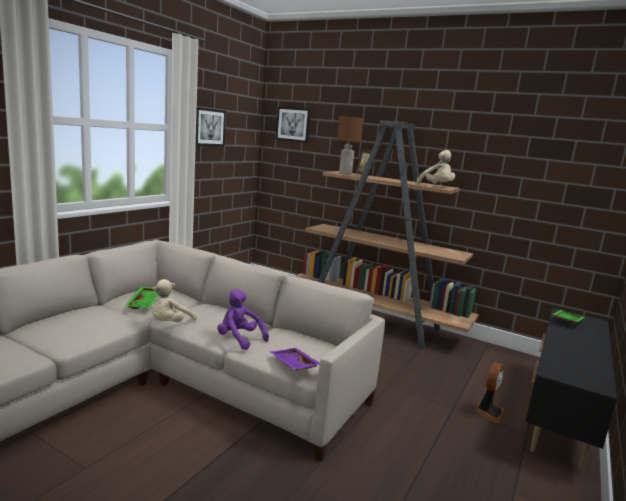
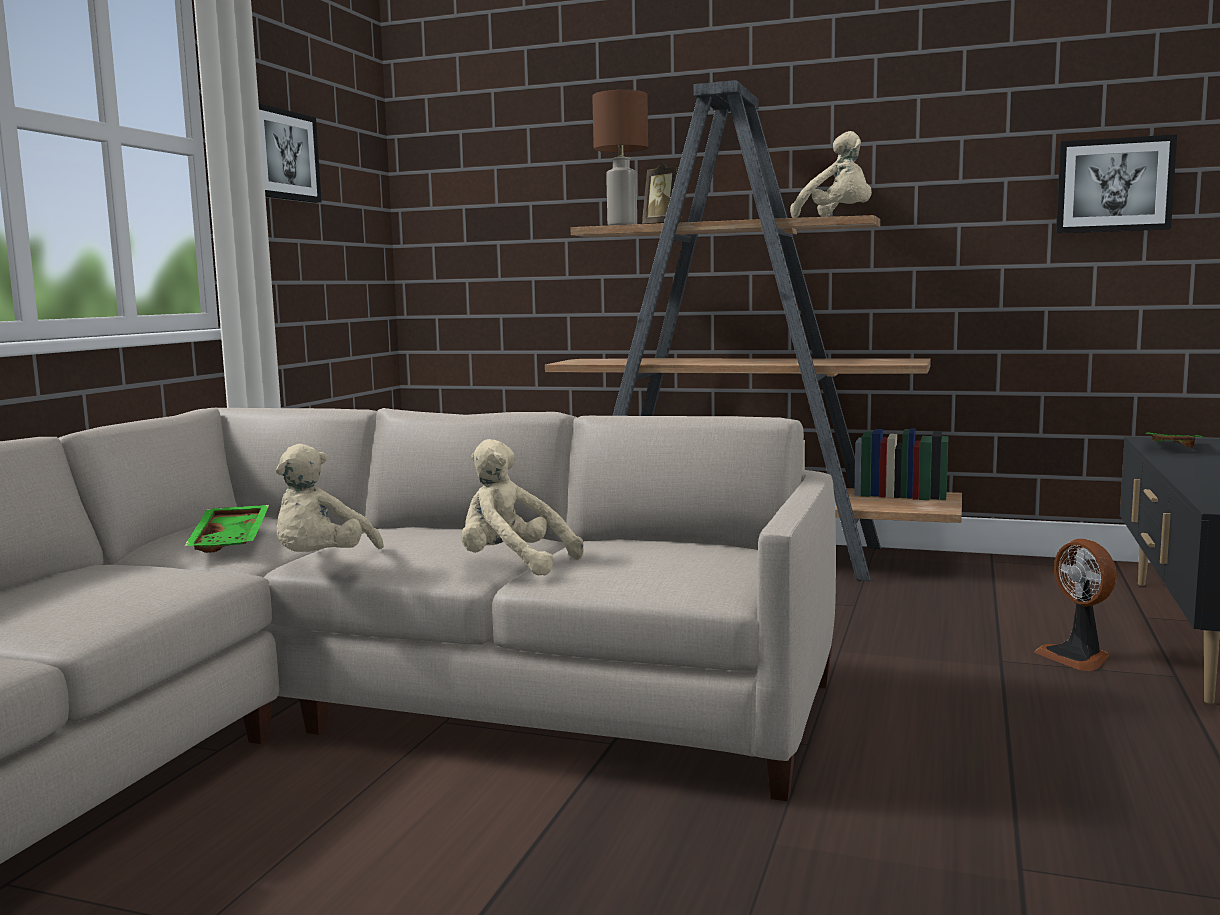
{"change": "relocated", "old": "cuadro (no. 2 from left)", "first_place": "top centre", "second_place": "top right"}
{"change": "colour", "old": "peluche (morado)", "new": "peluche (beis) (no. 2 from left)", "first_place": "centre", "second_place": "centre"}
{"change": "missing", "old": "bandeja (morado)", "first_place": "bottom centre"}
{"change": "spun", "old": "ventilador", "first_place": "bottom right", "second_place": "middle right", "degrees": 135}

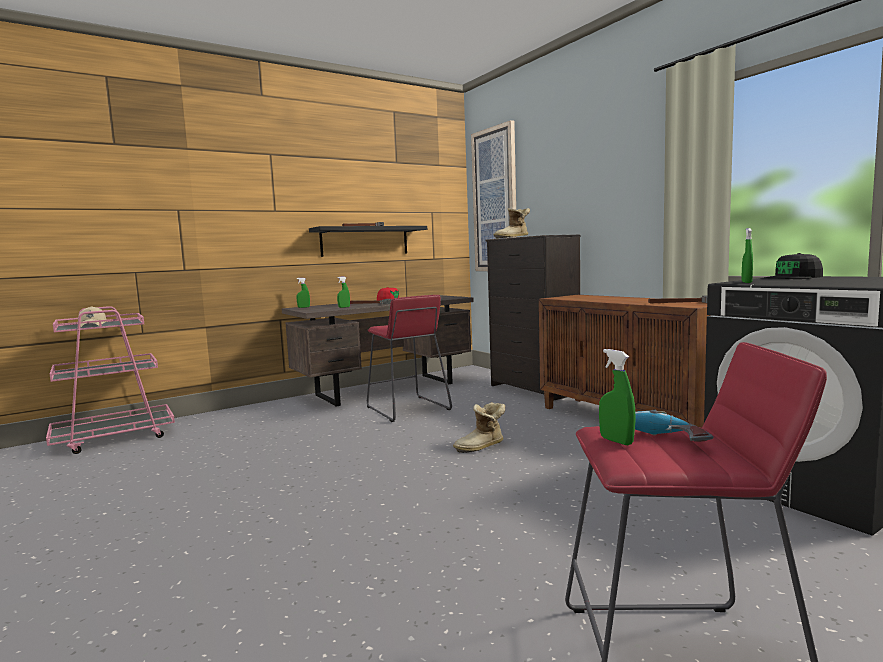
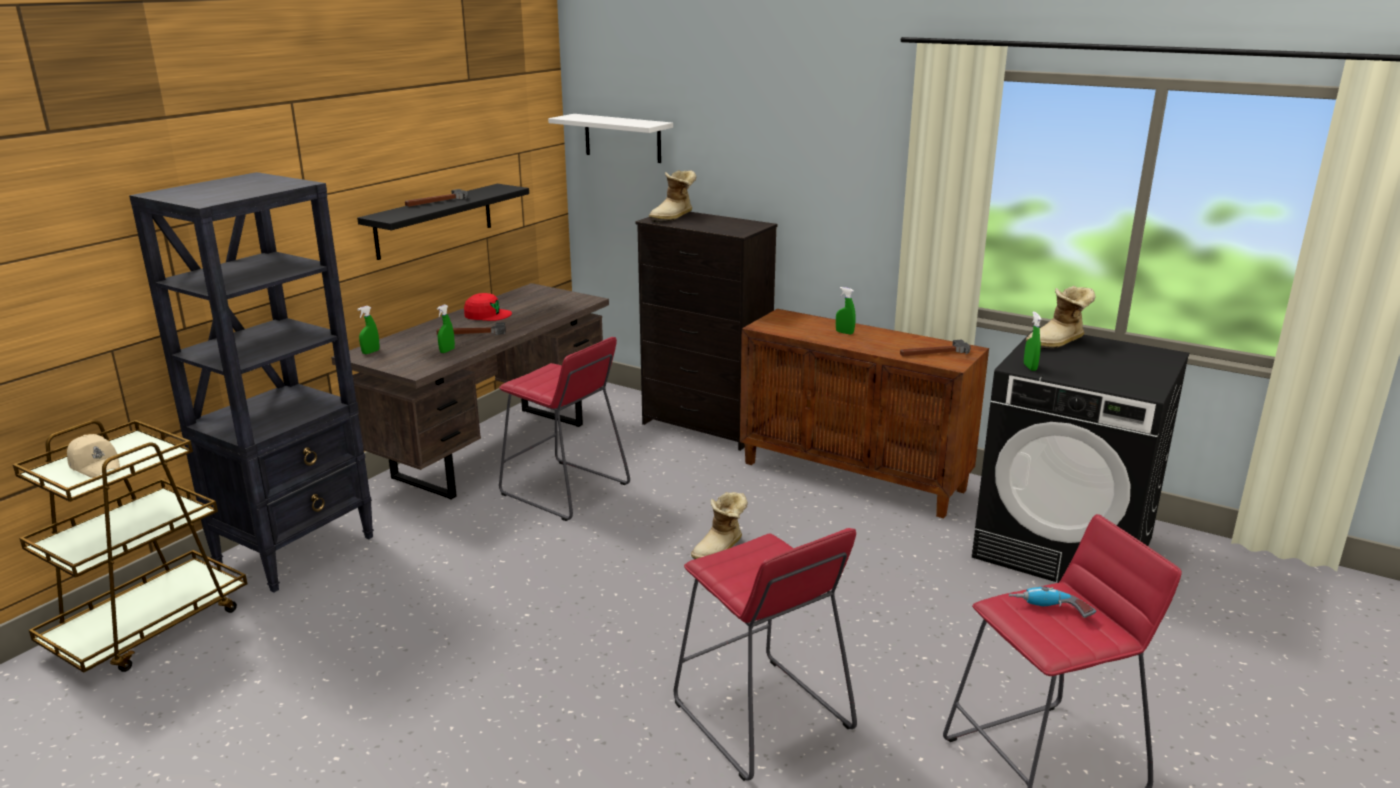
{"change": "exchanged", "old": "cuadro", "new": "estante (blanco)", "first_place": "top centre", "second_place": "top centre"}
{"change": "exchanged", "old": "gorra (negro)", "new": "bota (no. 3 from left)", "first_place": "middle right", "second_place": "middle right"}
{"change": "colour", "old": "carrito (rosa)", "new": "carrito (marrón)", "first_place": "middle left", "second_place": "bottom left"}
{"change": "relocated", "old": "pulverizador (verde) (no. 3 from left)", "first_place": "middle right", "second_place": "centre"}
{"change": "appeared", "new": "estantería (negro)", "second_place": "middle left"}
{"change": "appeared", "new": "taburete (rojo) (no. 2 from left)", "second_place": "bottom centre"}

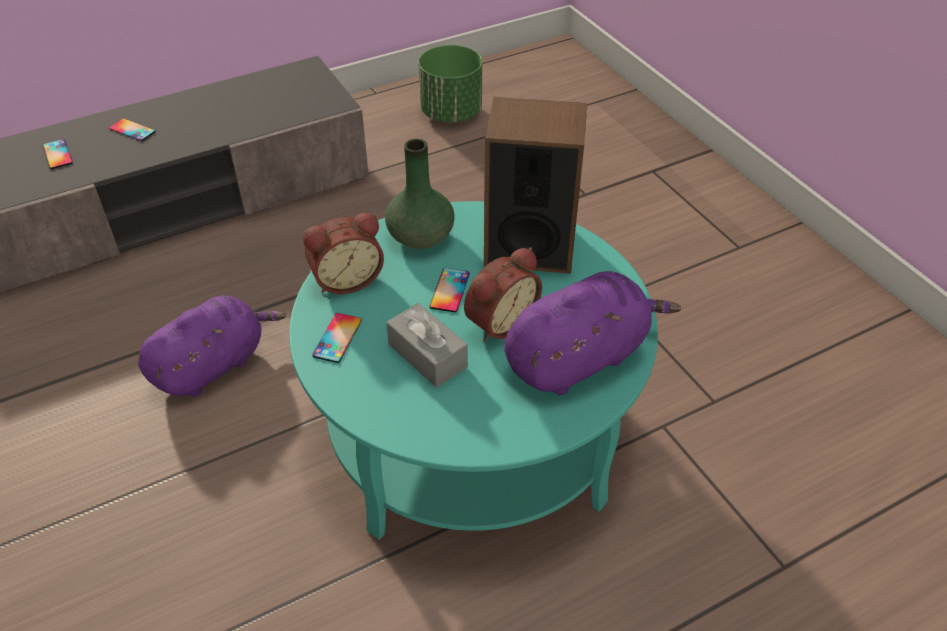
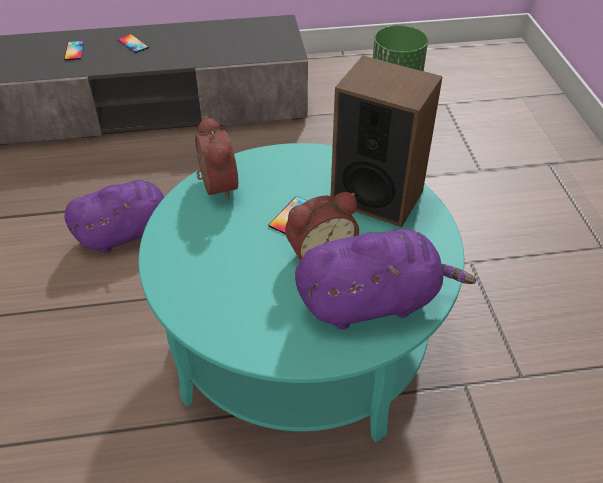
{"change": "missing", "old": "florero (verde)", "first_place": "top centre"}
{"change": "spun", "old": "despertador (no. 1 from left)", "first_place": "centre", "second_place": "top centre", "degrees": -105}
{"change": "missing", "old": "caja de pañuelos (gris)", "first_place": "centre"}
{"change": "missing", "old": "móvil (no. 3 from left)", "first_place": "centre"}

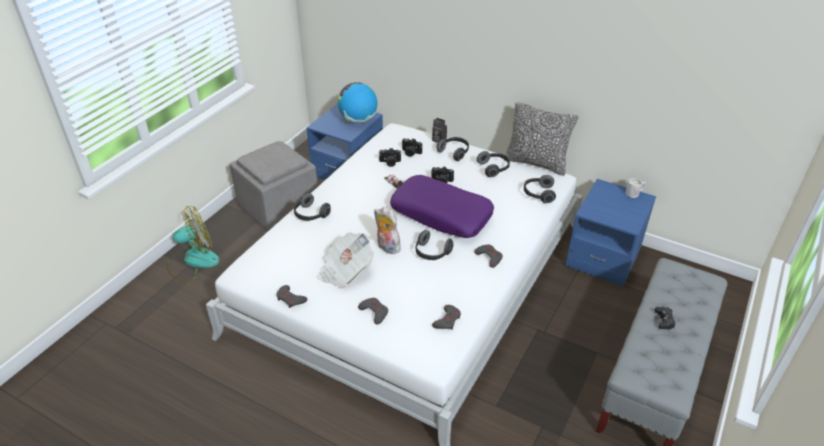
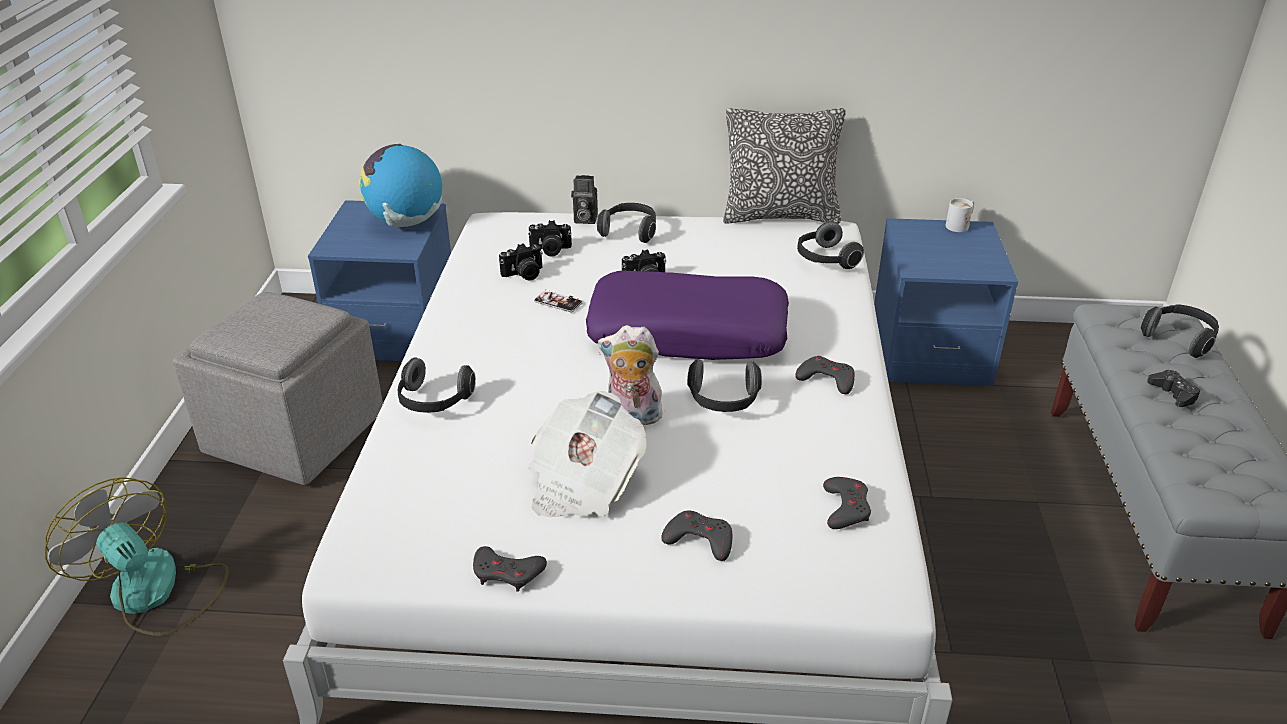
{"change": "relocated", "old": "auriculares (no. 4 from left in the first image)", "new": "auriculares (no. 5 from left)", "first_place": "centre", "second_place": "middle right"}
{"change": "spun", "old": "ventilador", "first_place": "middle left", "second_place": "bottom left", "degrees": -90}

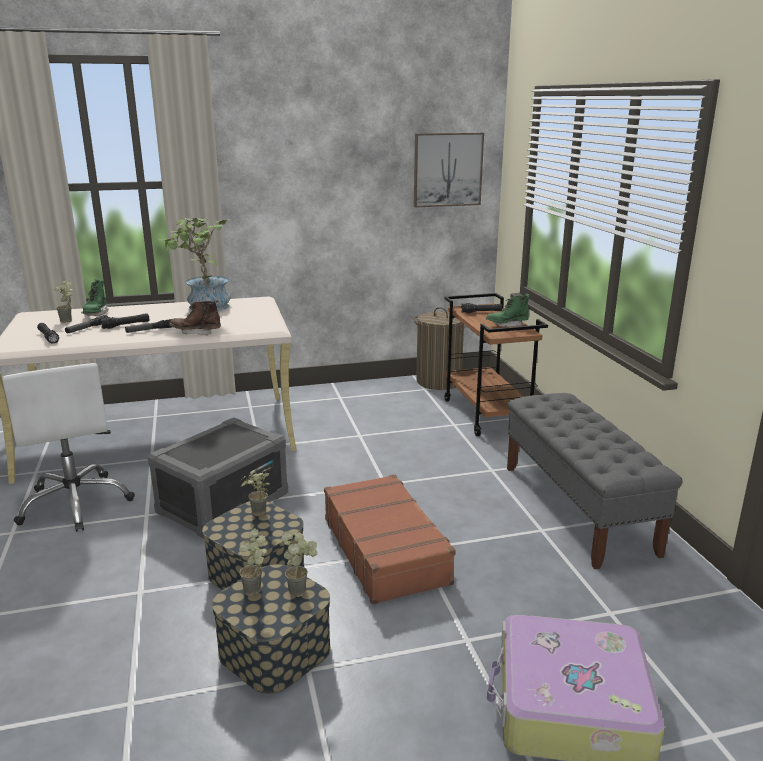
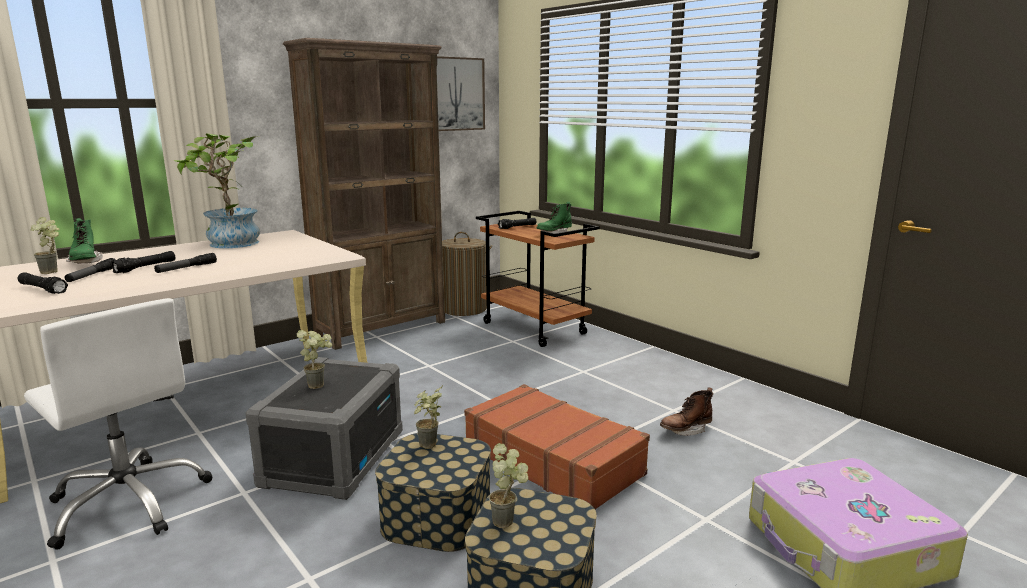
{"change": "relocated", "old": "bota (marrón)", "first_place": "middle left", "second_place": "bottom right"}
{"change": "missing", "old": "banco (gris)", "first_place": "middle right"}
{"change": "relocated", "old": "planta en maceta (no. 5 from left in the first image)", "new": "planta en maceta (no. 3 from left)", "first_place": "bottom centre", "second_place": "middle left"}
{"change": "appeared", "new": "estantería (marrón)", "second_place": "top centre"}

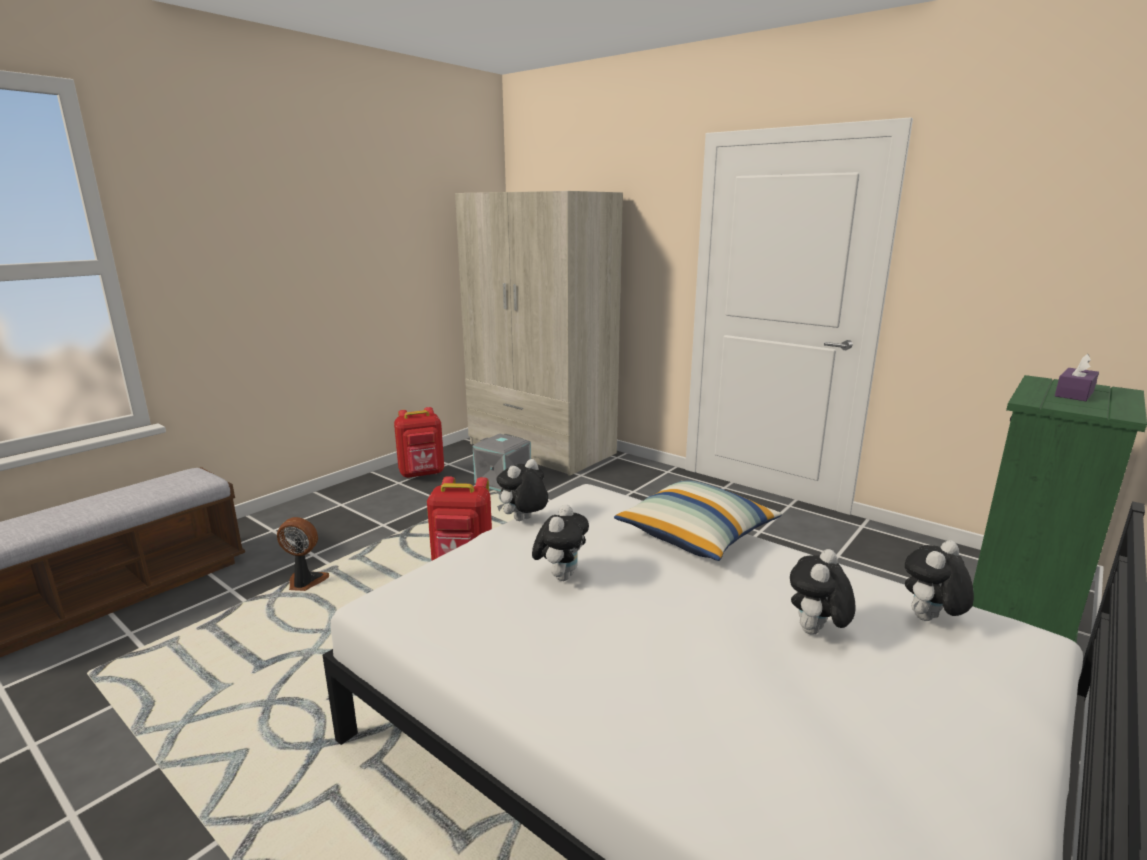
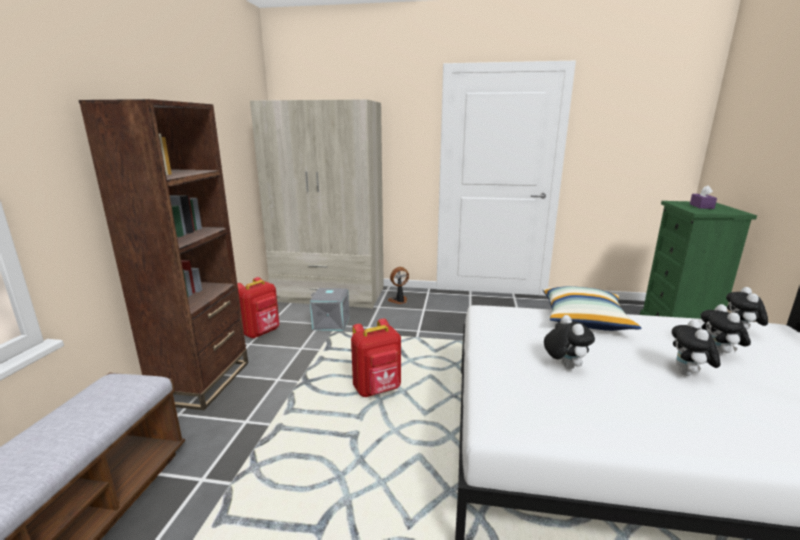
{"change": "relocated", "old": "peluche (no. 1 from left in the first image)", "new": "peluche (no. 2 from left)", "first_place": "centre", "second_place": "middle right"}
{"change": "relocated", "old": "ventilador", "first_place": "middle left", "second_place": "centre"}
{"change": "appeared", "new": "estantería (marrón)", "second_place": "middle left"}

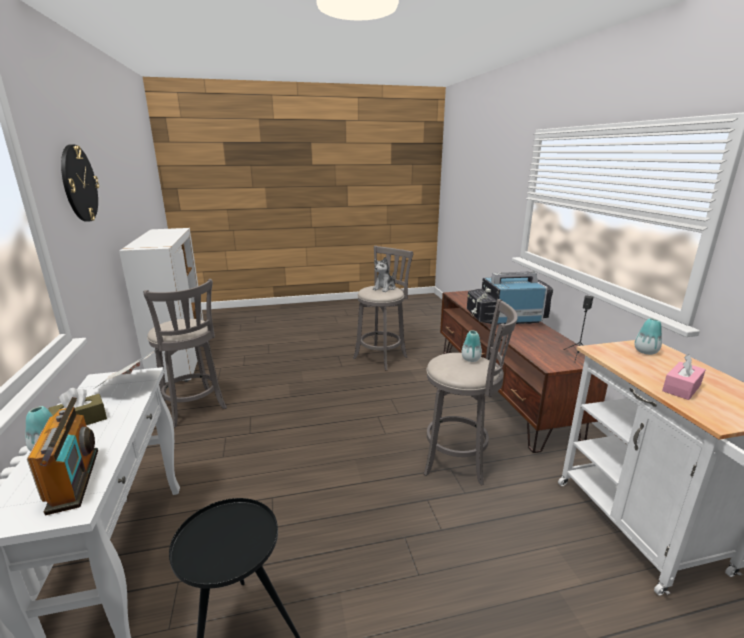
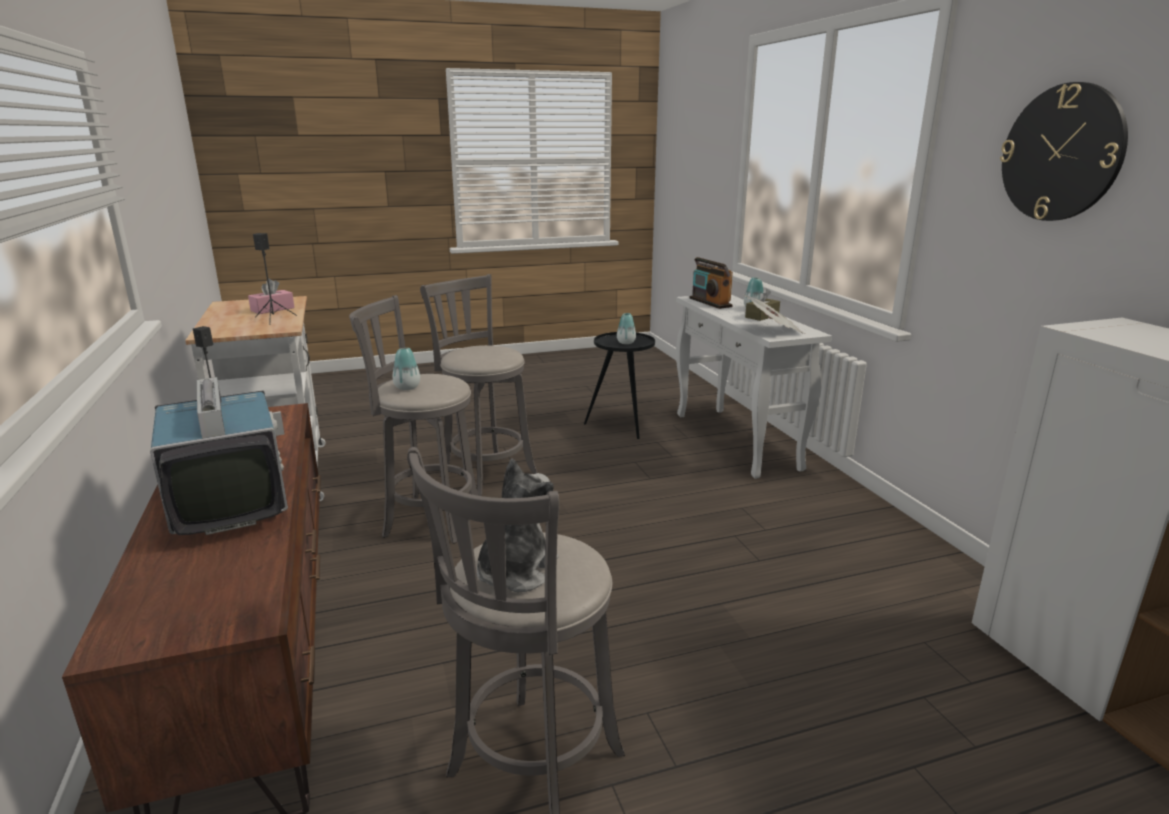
{"change": "spun", "old": "televisor", "first_place": "middle right", "second_place": "middle left", "degrees": -105}
{"change": "relocated", "old": "taburete (gris) (no. 1 from left in the first image)", "new": "taburete (gris) (no. 2 from left)", "first_place": "middle left", "second_place": "centre"}
{"change": "relocated", "old": "florero (no. 3 from left in the first image)", "new": "florero (no. 2 from left)", "first_place": "middle right", "second_place": "centre"}
{"change": "appeared", "new": "altavoz (negro) (no. 2 from left)", "second_place": "middle left"}

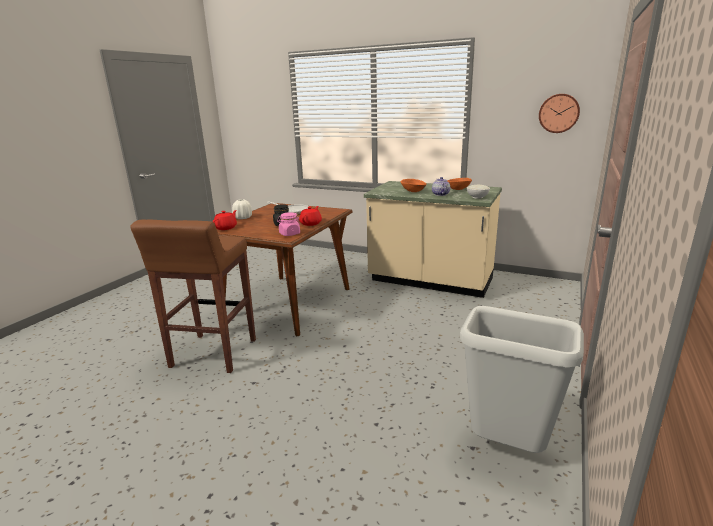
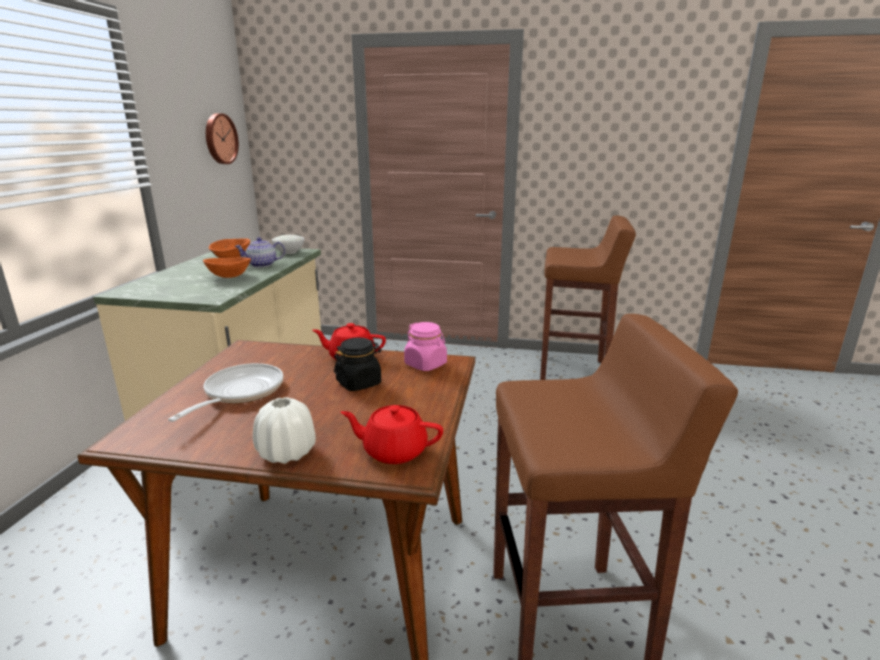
{"change": "exchanged", "old": "papelera (gris)", "new": "taburete (marrón) (no. 1 from left)", "first_place": "bottom right", "second_place": "middle right"}

